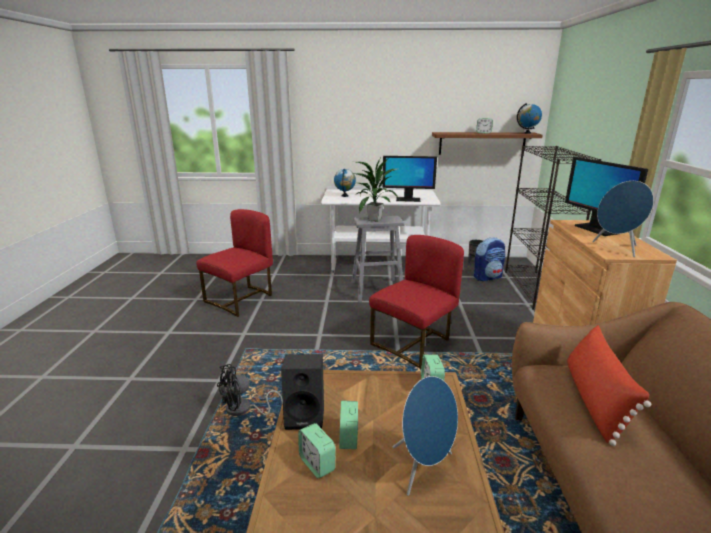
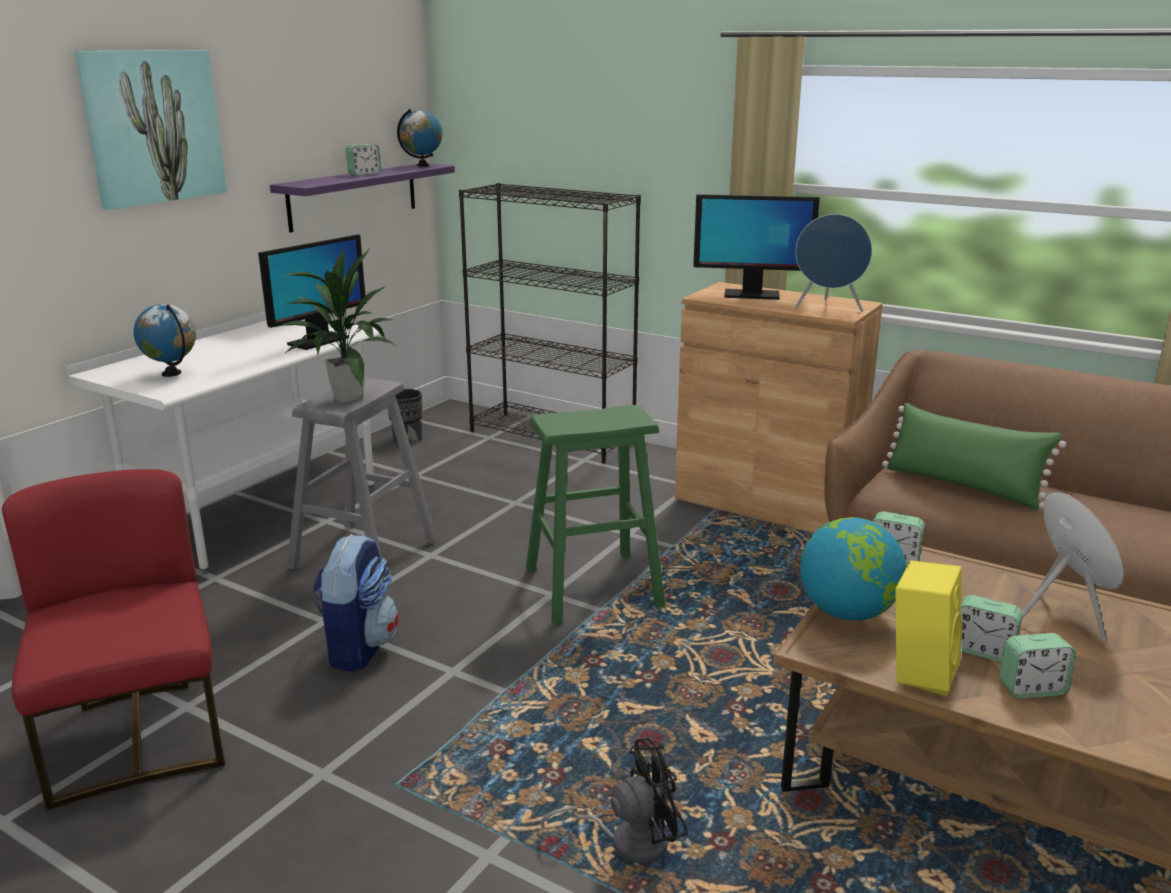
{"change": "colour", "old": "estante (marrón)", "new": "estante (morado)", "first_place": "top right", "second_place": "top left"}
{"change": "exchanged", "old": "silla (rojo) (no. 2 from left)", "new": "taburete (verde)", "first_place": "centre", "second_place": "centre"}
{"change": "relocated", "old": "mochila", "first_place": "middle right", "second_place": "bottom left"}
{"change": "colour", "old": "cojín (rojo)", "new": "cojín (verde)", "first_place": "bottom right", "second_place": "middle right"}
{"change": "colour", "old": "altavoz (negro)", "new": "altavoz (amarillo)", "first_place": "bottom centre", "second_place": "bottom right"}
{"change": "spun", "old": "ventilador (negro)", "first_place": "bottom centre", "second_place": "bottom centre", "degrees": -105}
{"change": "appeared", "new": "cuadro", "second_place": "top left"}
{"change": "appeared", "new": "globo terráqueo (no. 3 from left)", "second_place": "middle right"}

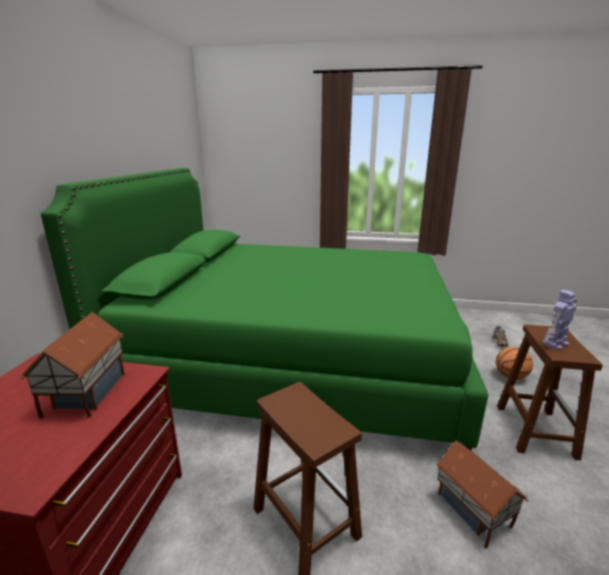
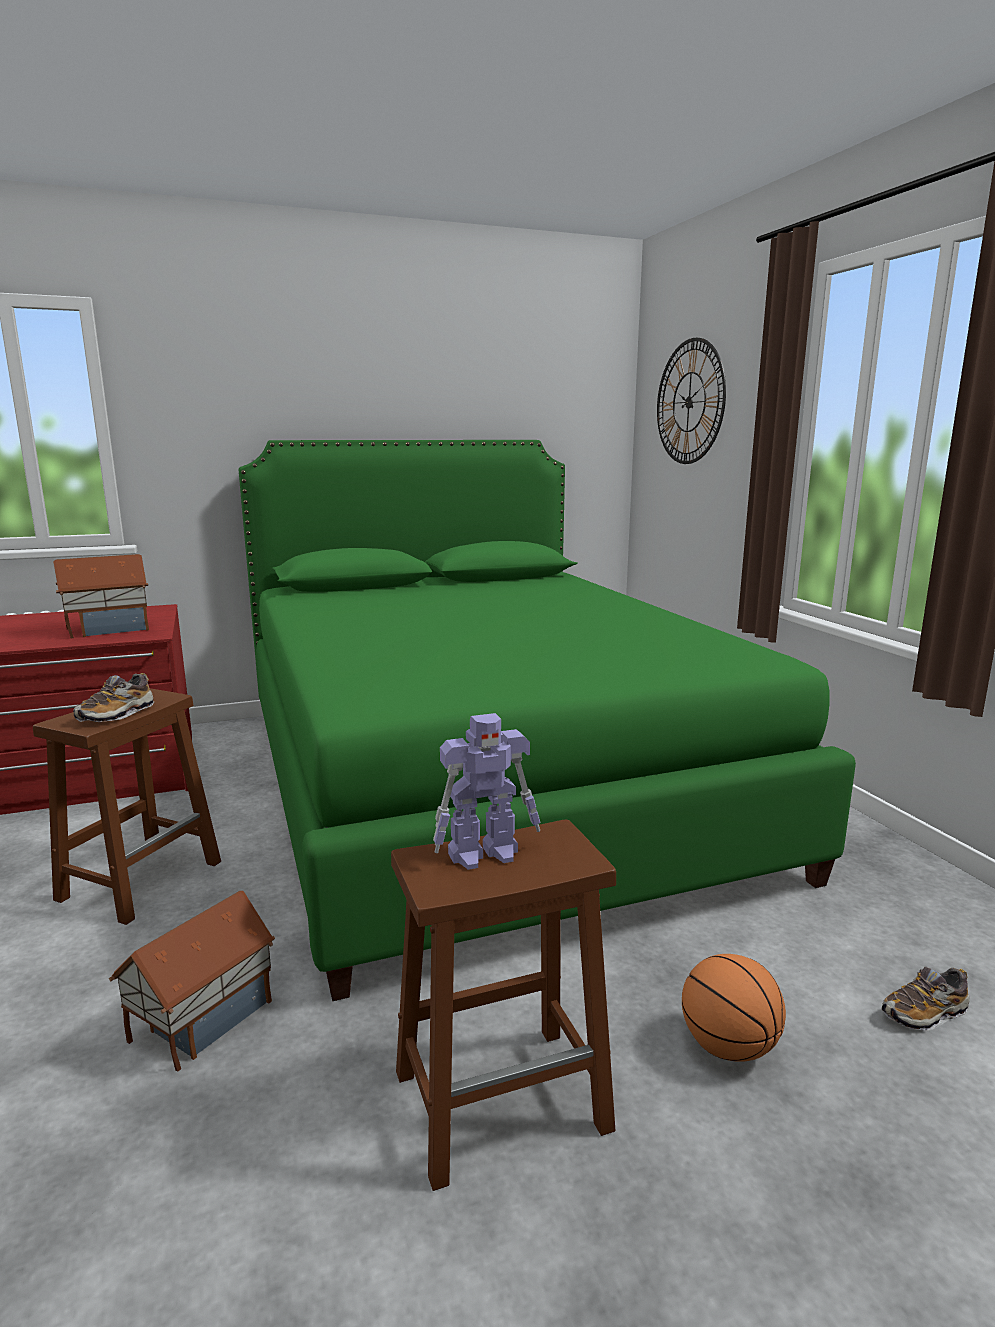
{"change": "spun", "old": "robot de juguete", "first_place": "middle right", "second_place": "centre", "degrees": 135}
{"change": "appeared", "new": "reloj de pared", "second_place": "top right"}
{"change": "appeared", "new": "zapato (no. 1 from left)", "second_place": "middle left"}

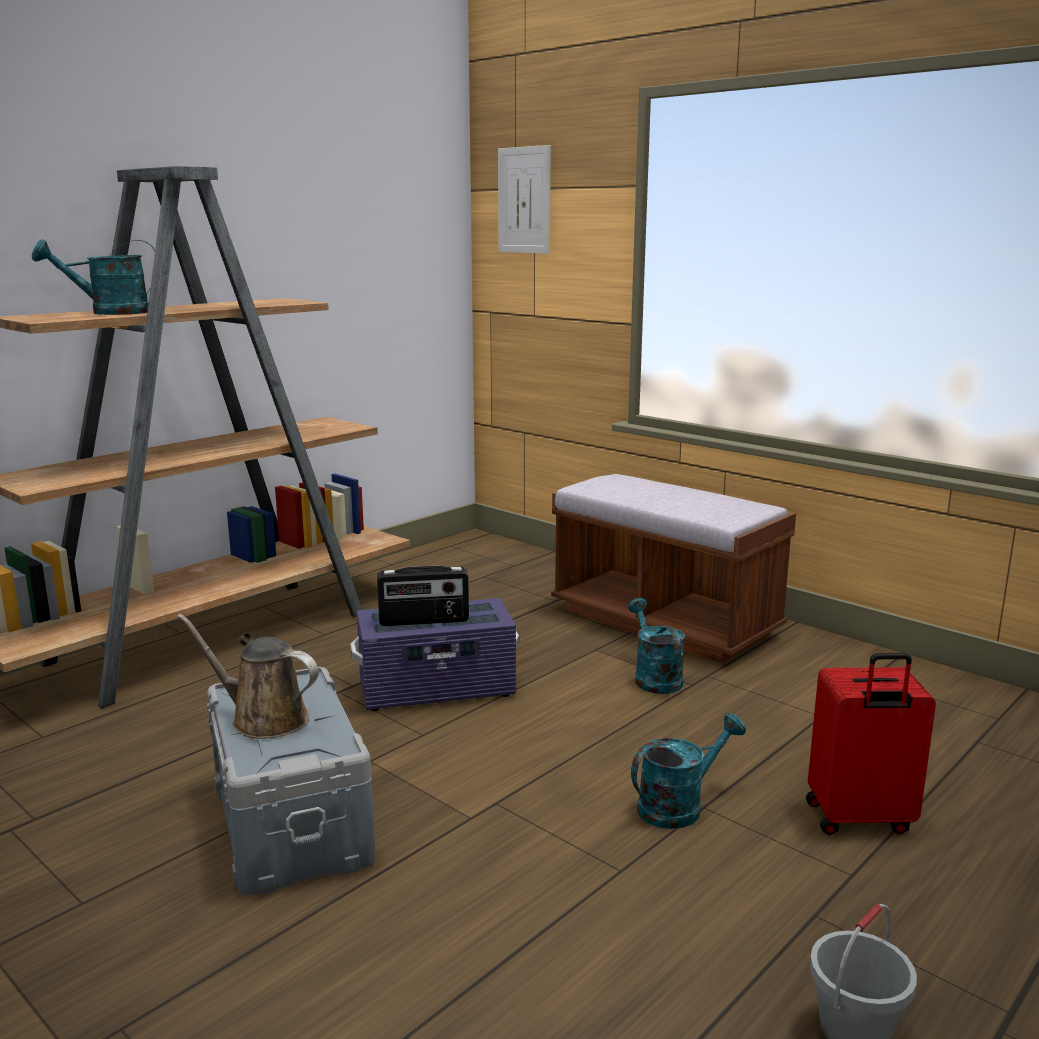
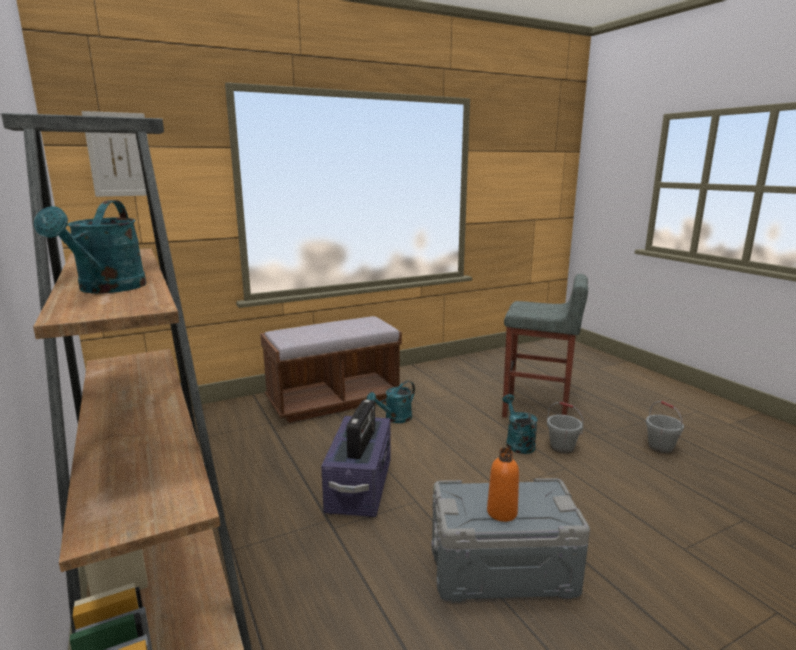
{"change": "spun", "old": "regadera (turquesa) (no. 2 from left)", "first_place": "centre", "second_place": "centre", "degrees": -45}
{"change": "exchanged", "old": "regadera (marrón)", "new": "botella (naranja)", "first_place": "middle left", "second_place": "bottom centre"}
{"change": "exchanged", "old": "maleta (rojo)", "new": "taburete (gris)", "first_place": "bottom right", "second_place": "middle right"}
{"change": "appeared", "new": "cubo (gris) (no. 1 from left)", "second_place": "middle right"}

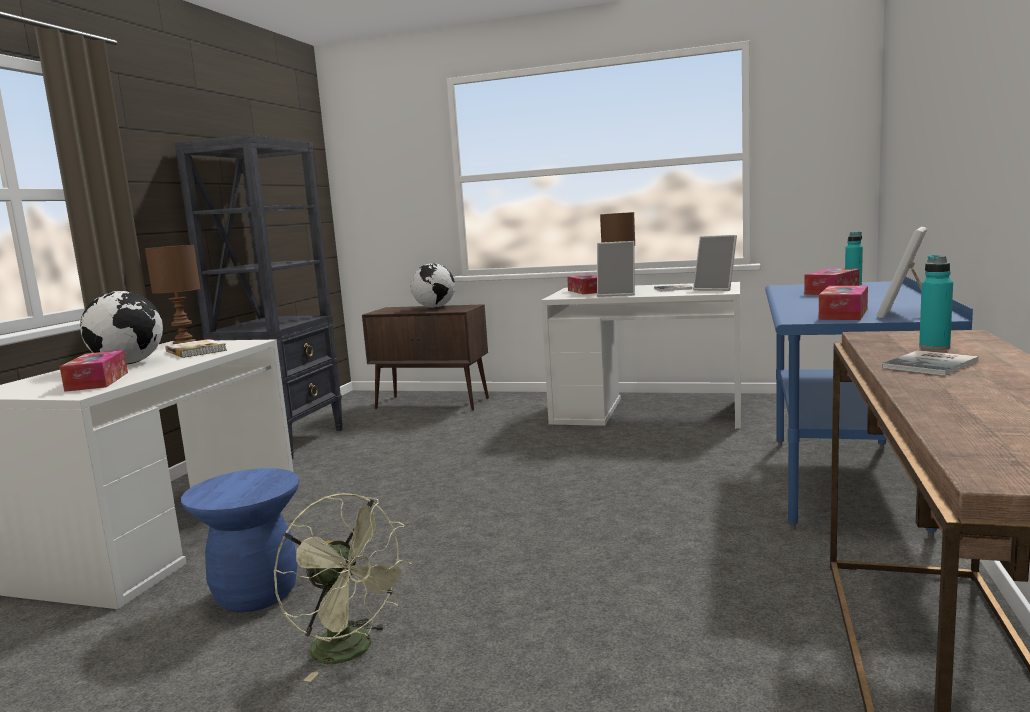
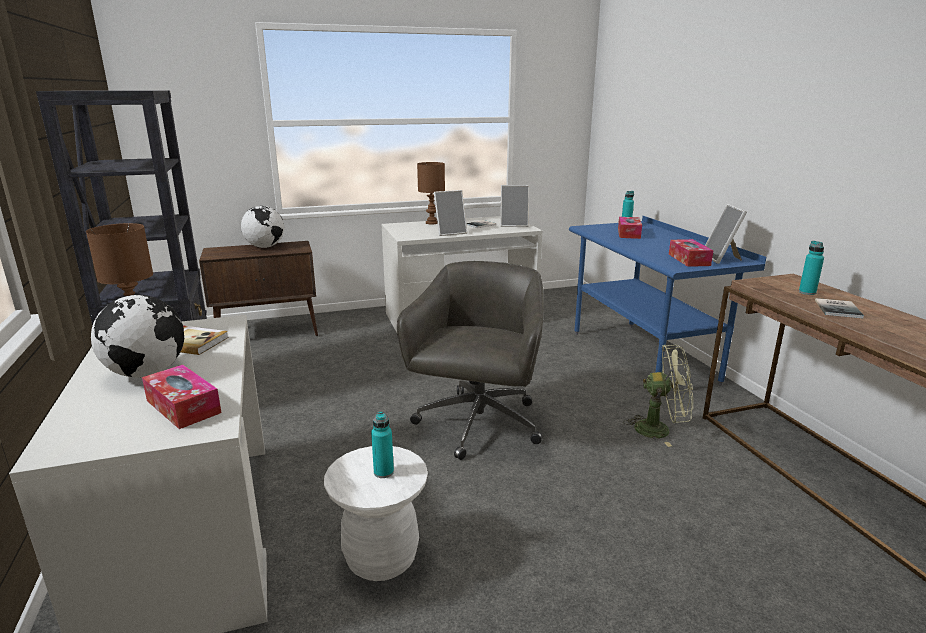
{"change": "missing", "old": "caja de pañuelos (no. 2 from left)", "first_place": "centre"}
{"change": "colour", "old": "taburete (azul)", "new": "taburete (blanco)", "first_place": "bottom left", "second_place": "bottom centre"}
{"change": "relocated", "old": "ventilador (verde)", "first_place": "bottom left", "second_place": "middle right"}
{"change": "appeared", "new": "silla de oficina (gris)", "second_place": "centre"}
{"change": "appeared", "new": "botella (turquesa) (no. 1 from left)", "second_place": "bottom centre"}

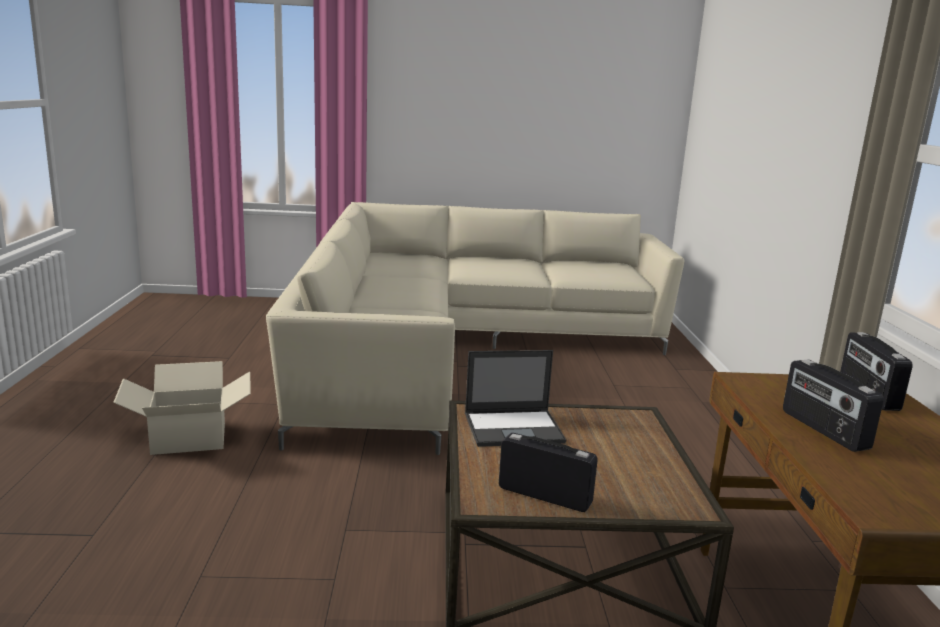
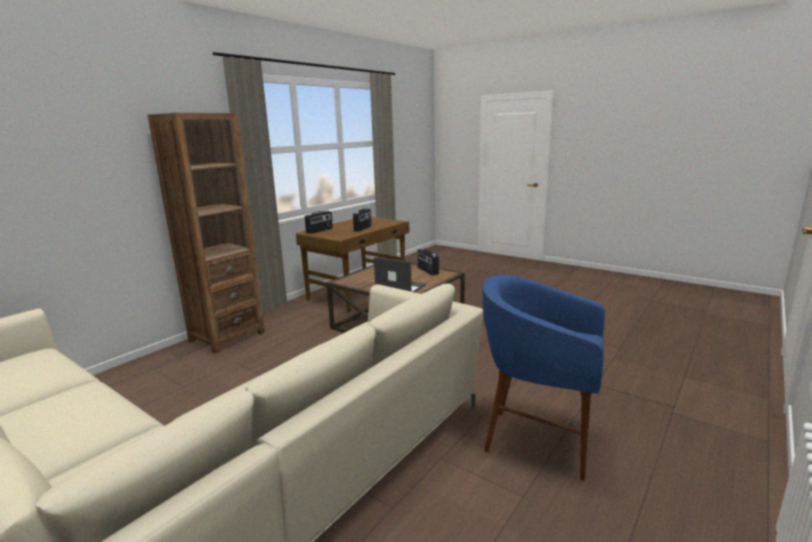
{"change": "exchanged", "old": "caja de cartón", "new": "taburete (azul)", "first_place": "middle left", "second_place": "bottom right"}
{"change": "appeared", "new": "estantería (marrón)", "second_place": "middle left"}

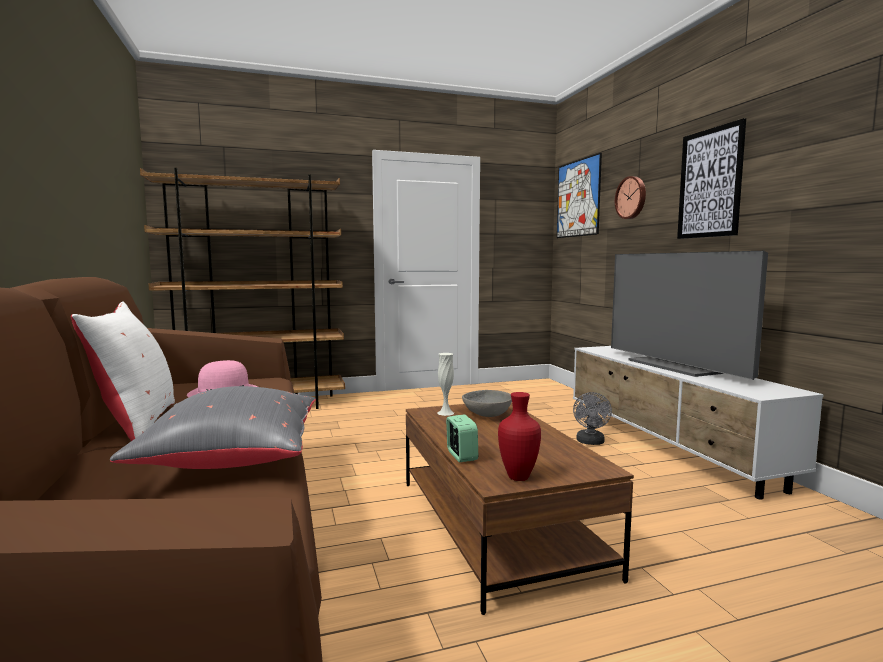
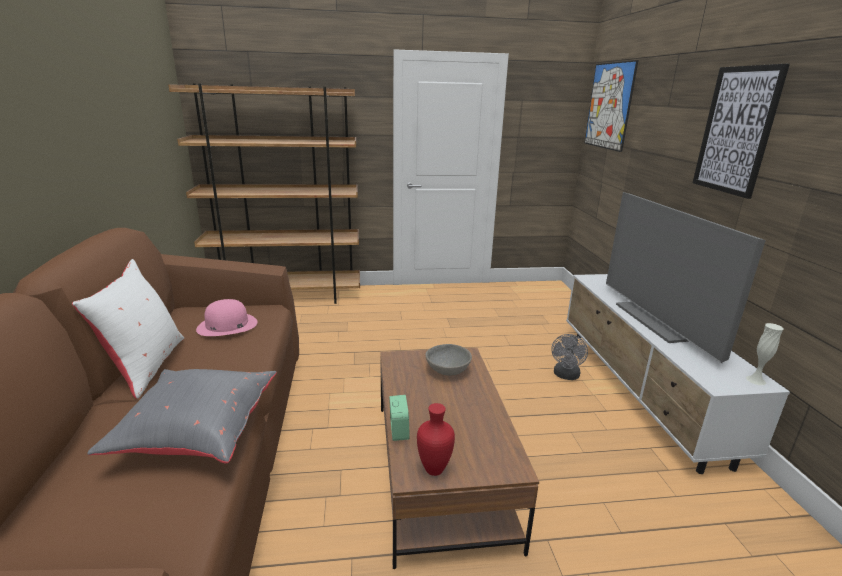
{"change": "missing", "old": "reloj de pared", "first_place": "top right"}
{"change": "relocated", "old": "florero (blanco)", "first_place": "centre", "second_place": "middle right"}

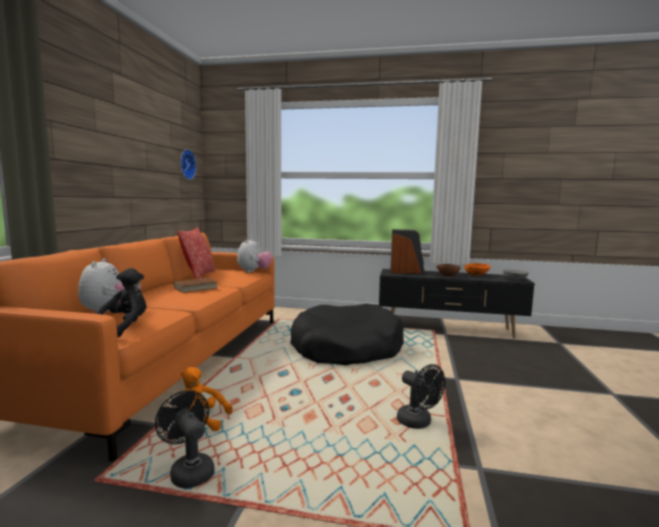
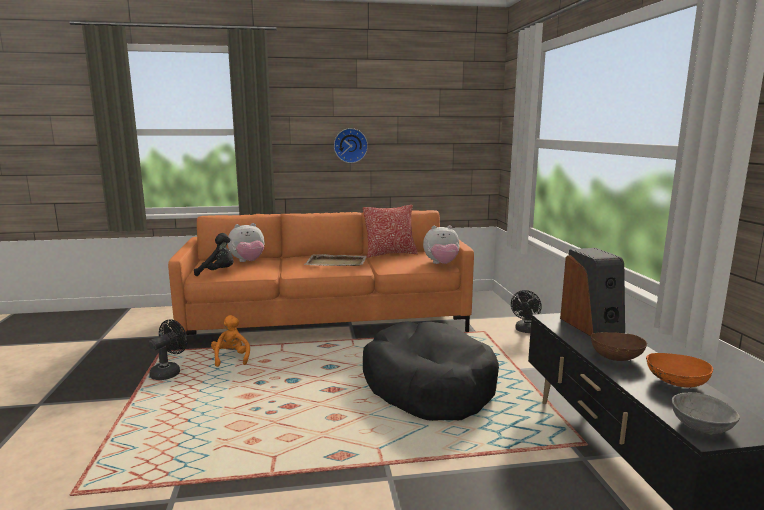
{"change": "relocated", "old": "reloj de pared", "first_place": "top left", "second_place": "top centre"}
{"change": "exchanged", "old": "libro (marrón)", "new": "bandeja (beis)", "first_place": "middle left", "second_place": "centre"}
{"change": "relocated", "old": "ventilador (negro) (no. 2 from left)", "first_place": "bottom centre", "second_place": "middle right"}

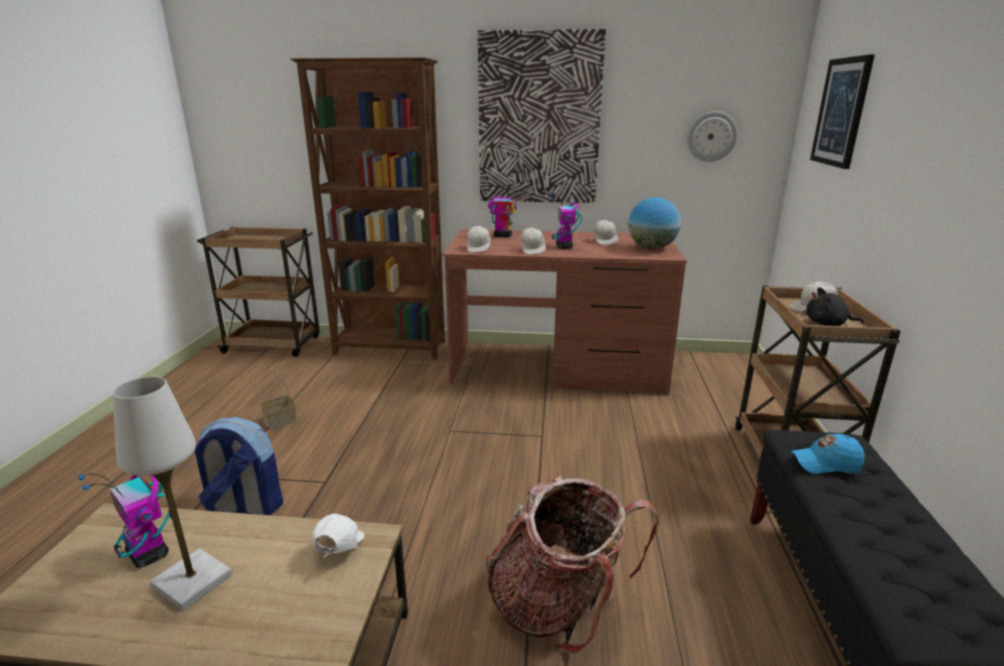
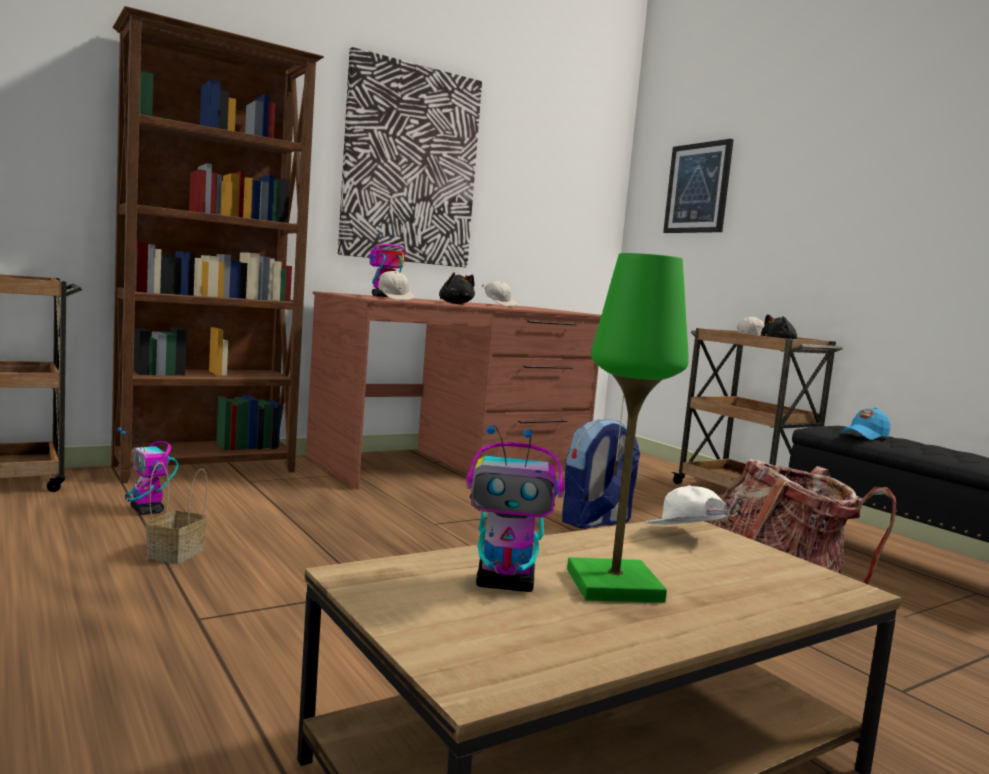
{"change": "missing", "old": "reloj de pared", "first_place": "top right"}
{"change": "relocated", "old": "robot de juguete (no. 3 from left in the first image)", "new": "robot de juguete (no. 1 from left)", "first_place": "top centre", "second_place": "middle left"}
{"change": "missing", "old": "globo terráqueo", "first_place": "centre"}
{"change": "exchanged", "old": "gorra (blanco) (no. 3 from left)", "new": "peluche (negro) (no. 1 from left)", "first_place": "centre", "second_place": "centre"}
{"change": "colour", "old": "lámpara de mesa (blanco)", "new": "lámpara de mesa (verde)", "first_place": "bottom left", "second_place": "centre"}
{"change": "relocated", "old": "mochila (no. 1 from left)", "first_place": "bottom left", "second_place": "centre"}

